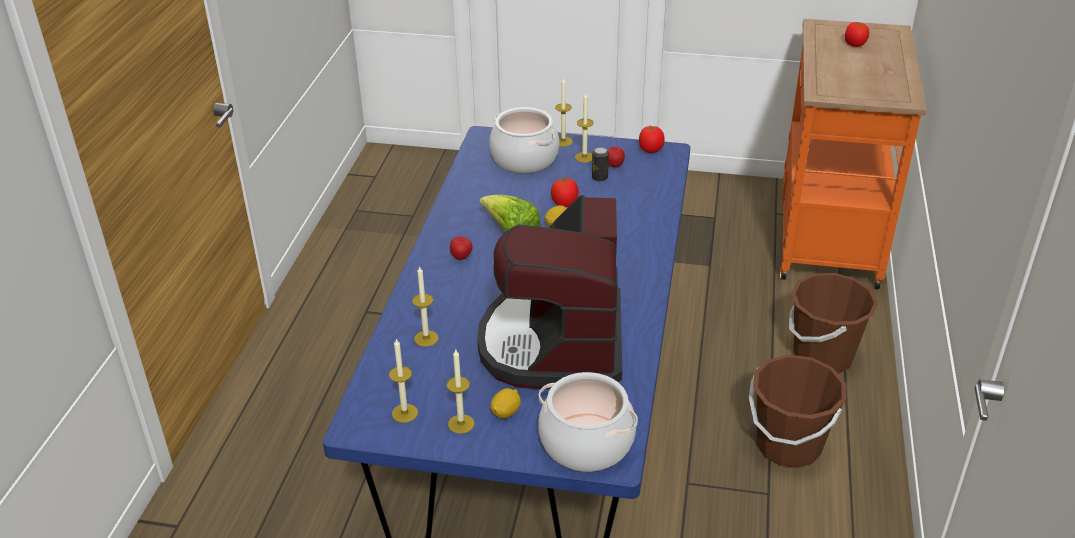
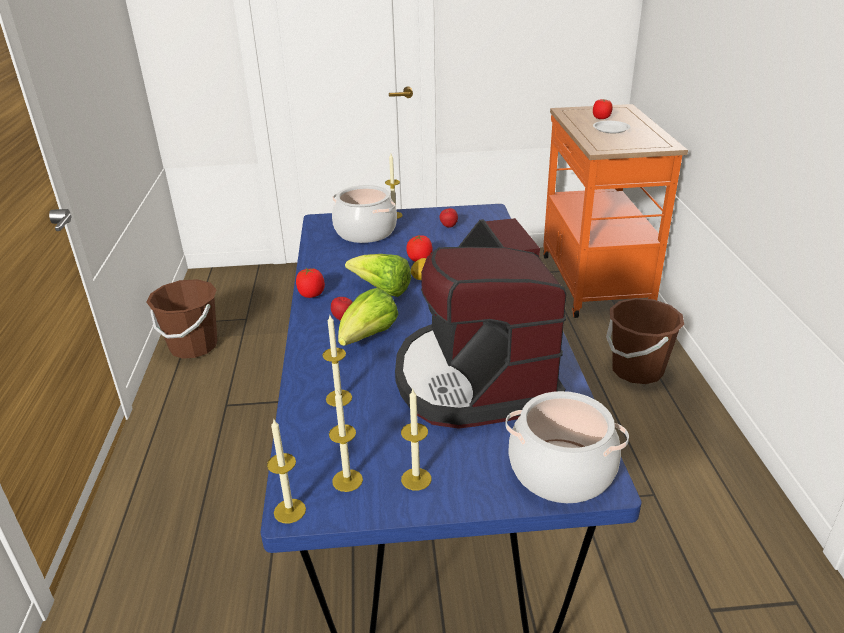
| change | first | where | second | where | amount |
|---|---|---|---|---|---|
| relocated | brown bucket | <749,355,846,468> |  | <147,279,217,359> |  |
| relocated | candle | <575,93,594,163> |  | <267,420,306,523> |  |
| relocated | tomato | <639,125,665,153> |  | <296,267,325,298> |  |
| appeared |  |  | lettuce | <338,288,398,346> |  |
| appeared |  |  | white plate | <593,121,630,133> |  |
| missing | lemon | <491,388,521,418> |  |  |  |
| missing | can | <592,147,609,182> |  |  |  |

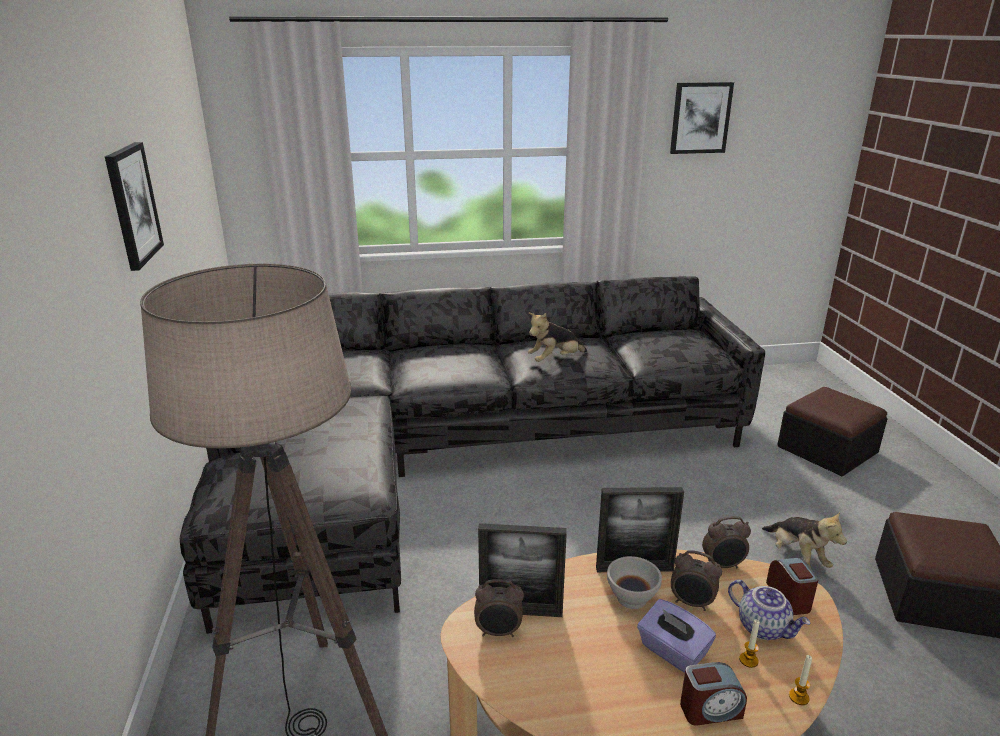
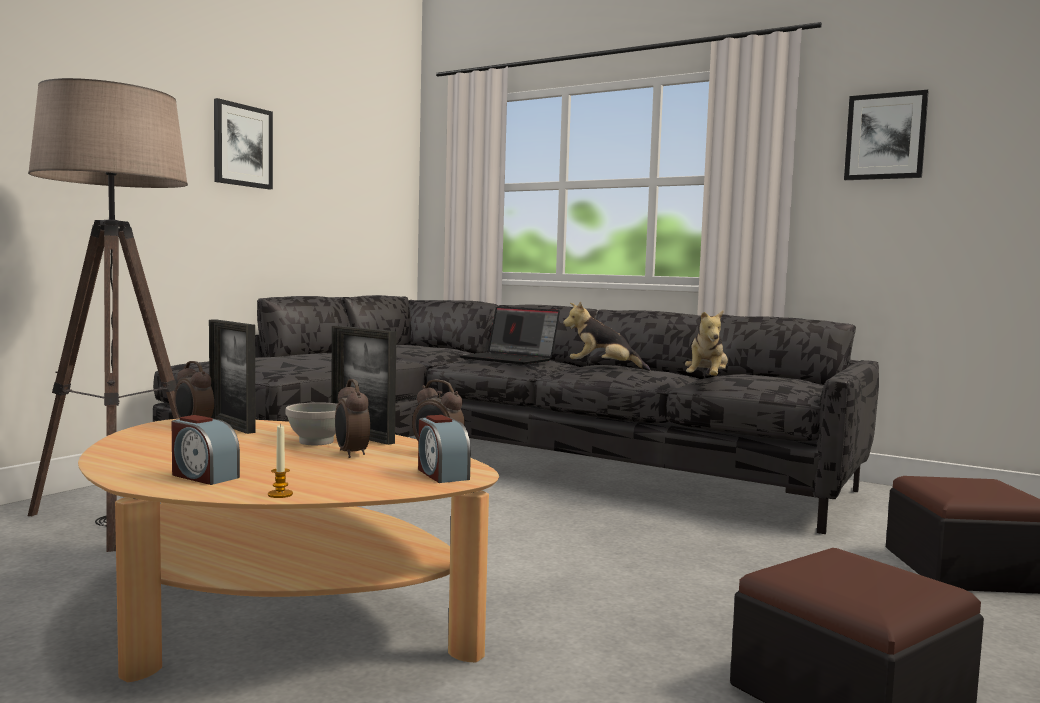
| change | first | where | second | where | amount |
|---|---|---|---|---|---|
| spun | alarm clock | <766,558,819,615> |  | <418,415,471,483> | 120 degrees clockwise |
| appeared |  |  | laptop | <459,306,560,365> |  |
| relocated | plush toy | <762,512,847,569> |  | <685,310,728,376> |  |
| missing | purple tissue box | <637,599,716,673> |  |  |  |
| missing | teapot | <728,580,810,640> |  |  |  |
| missing | candle | <739,619,760,668> |  |  |  |

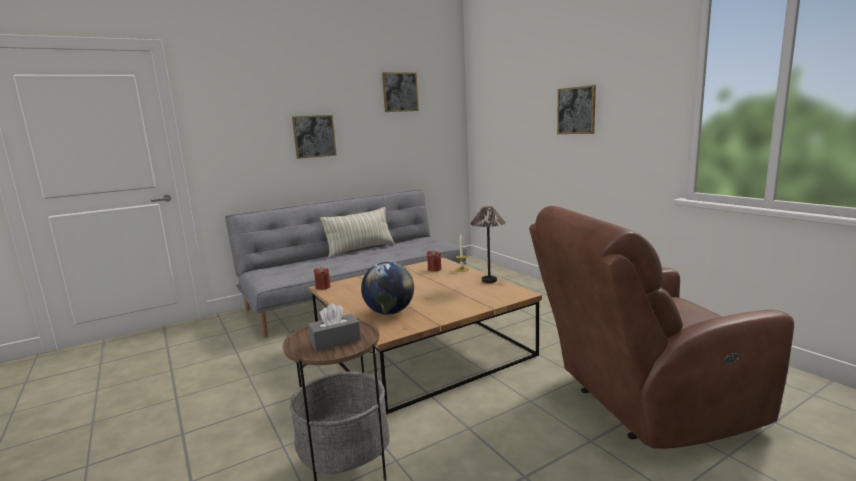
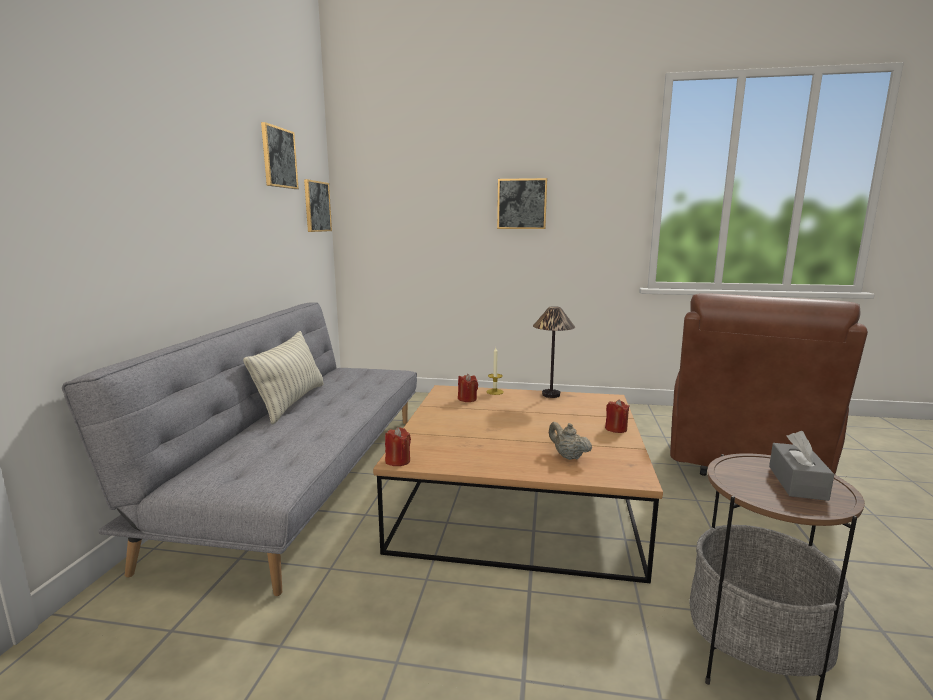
| change | first | where | second | where | amount |
|---|---|---|---|---|---|
| relocated | picture | <292,115,337,159> |  | <304,179,332,232> |  |
| exchanged | globe | <361,261,414,315> | beige teapot | <549,422,592,460> |  |
| appeared |  |  | red candle | <605,399,630,433> |  |

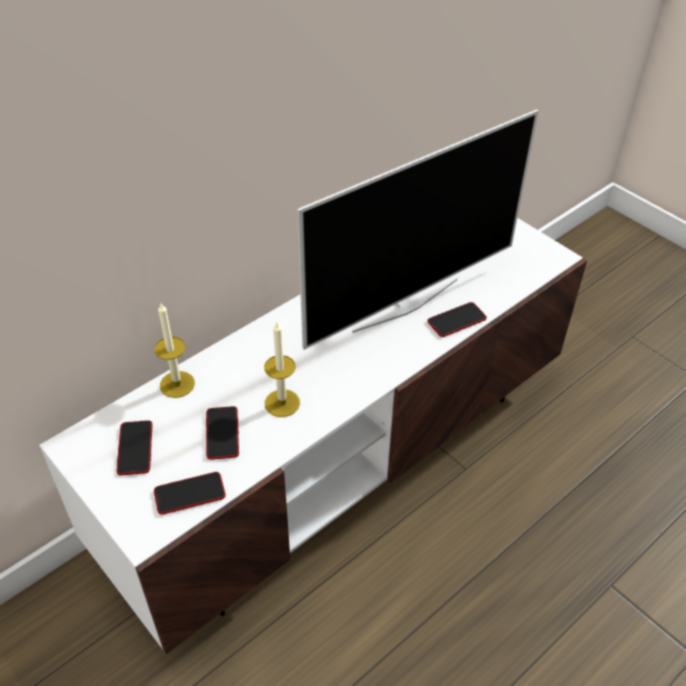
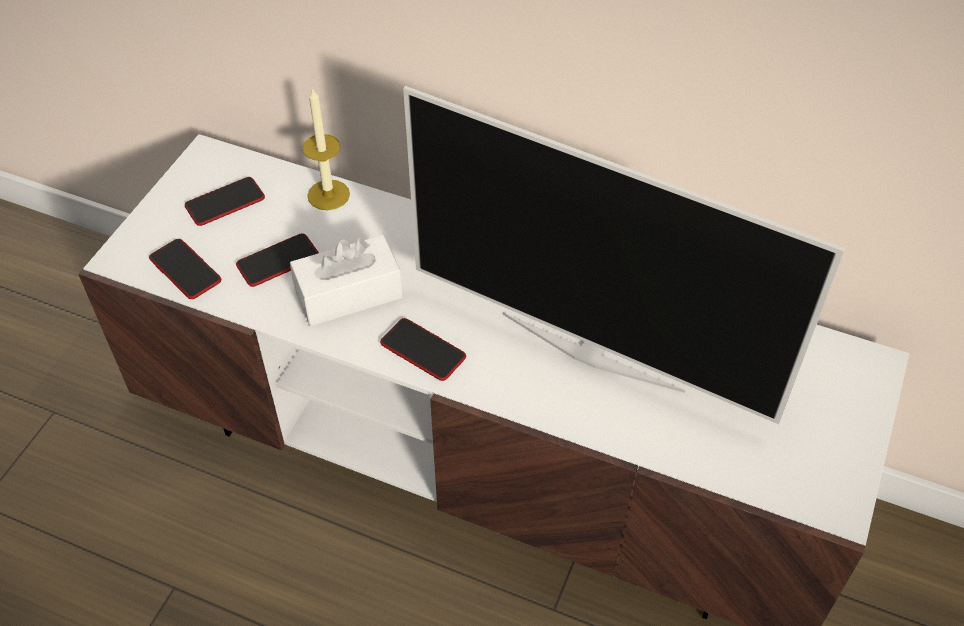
| change | first | where | second | where | amount |
|---|---|---|---|---|---|
| exchanged | candle | <264,322,300,417> | white tissue box | <290,235,403,326> |  |
| relocated | phone | <427,302,487,337> |  | <380,318,466,381> |  |

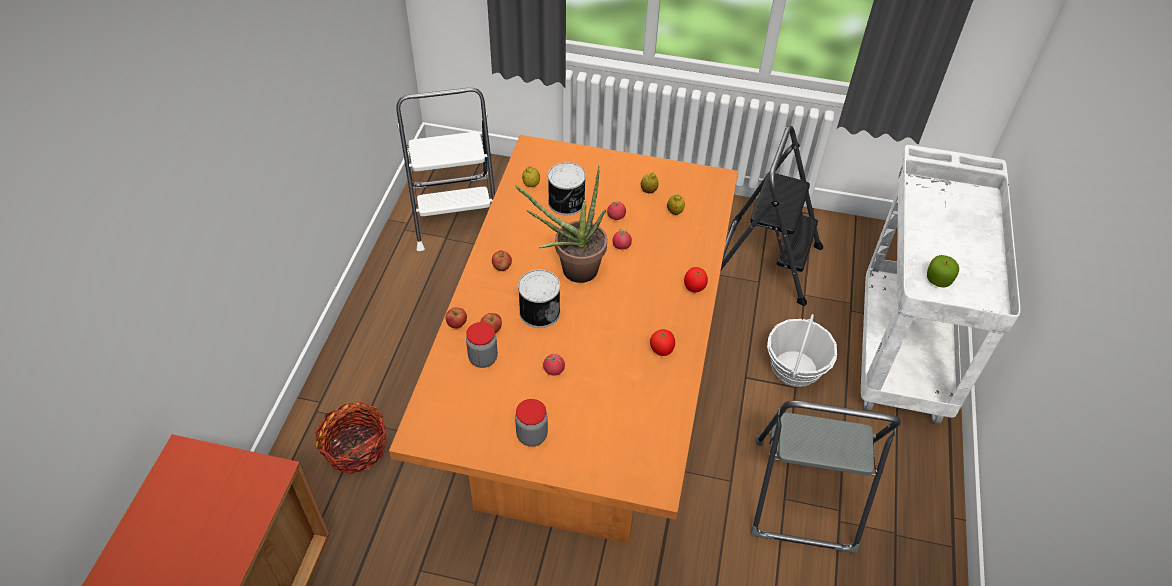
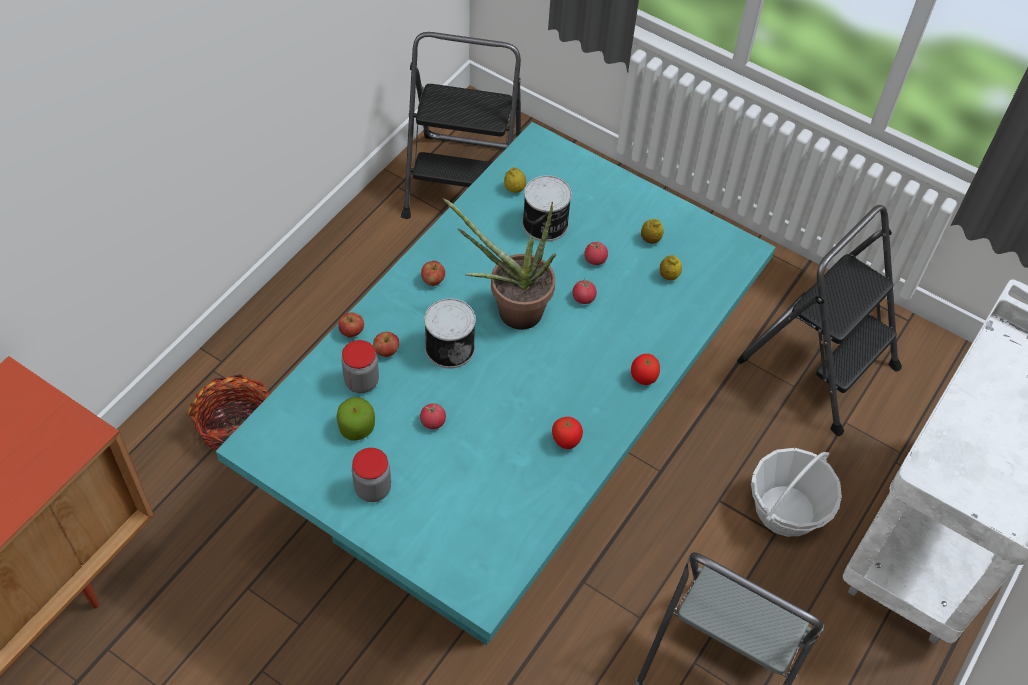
| change | first | where | second | where | amount |
|---|---|---|---|---|---|
| colour | orange dining table | <389,135,738,544> | turquoise dining table | <216,122,775,645> |  |
| relocated | apple | <927,255,959,288> |  | <337,397,375,441> |  |
| colour | white step ladder | <396,88,495,251> | black step ladder | <401,32,521,219> |  |

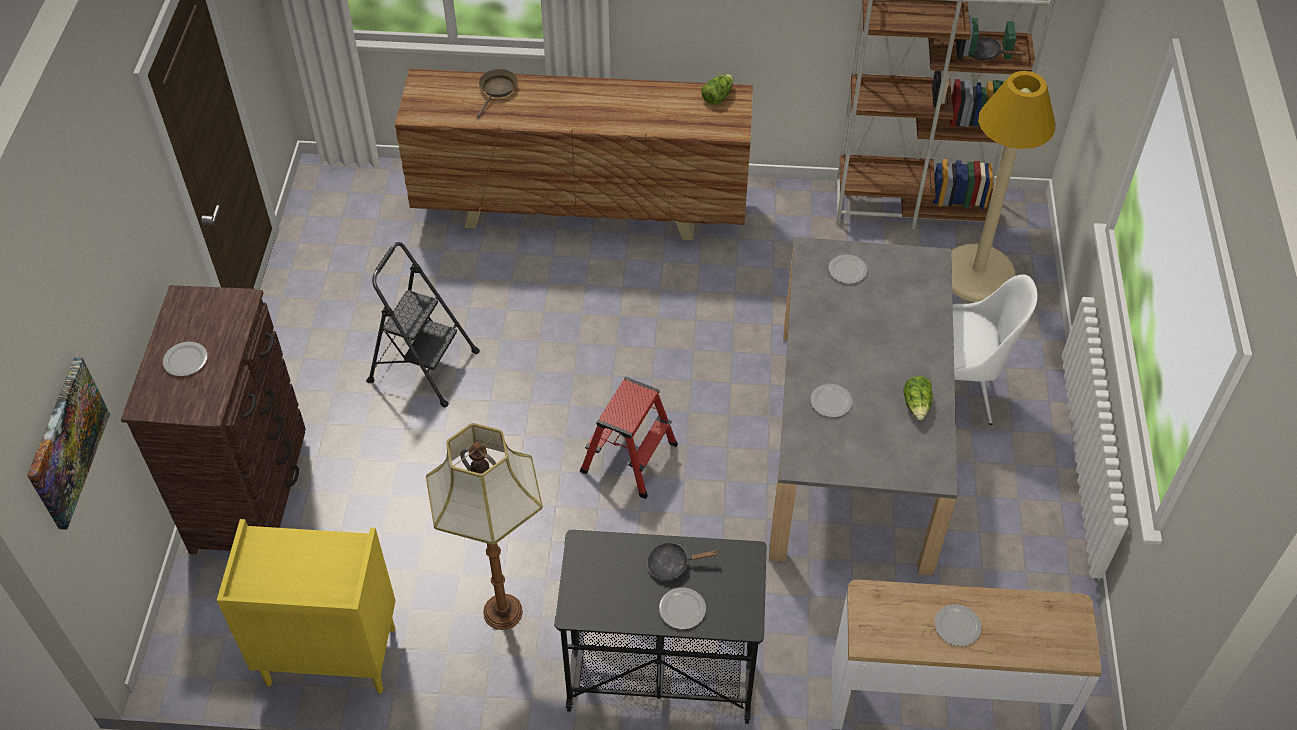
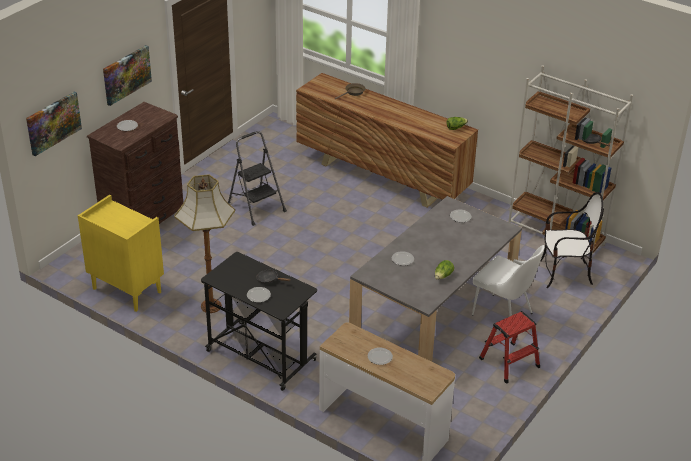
| change | first | where | second | where | amount |
|---|---|---|---|---|---|
| appeared |  |  | picture | <103,45,152,106> |  |
| relocated | red step ladder | <580,377,678,499> |  | <479,311,540,384> |  |
| exchanged | beige floor lamp | <951,71,1056,302> | chair | <540,192,604,288> |  |

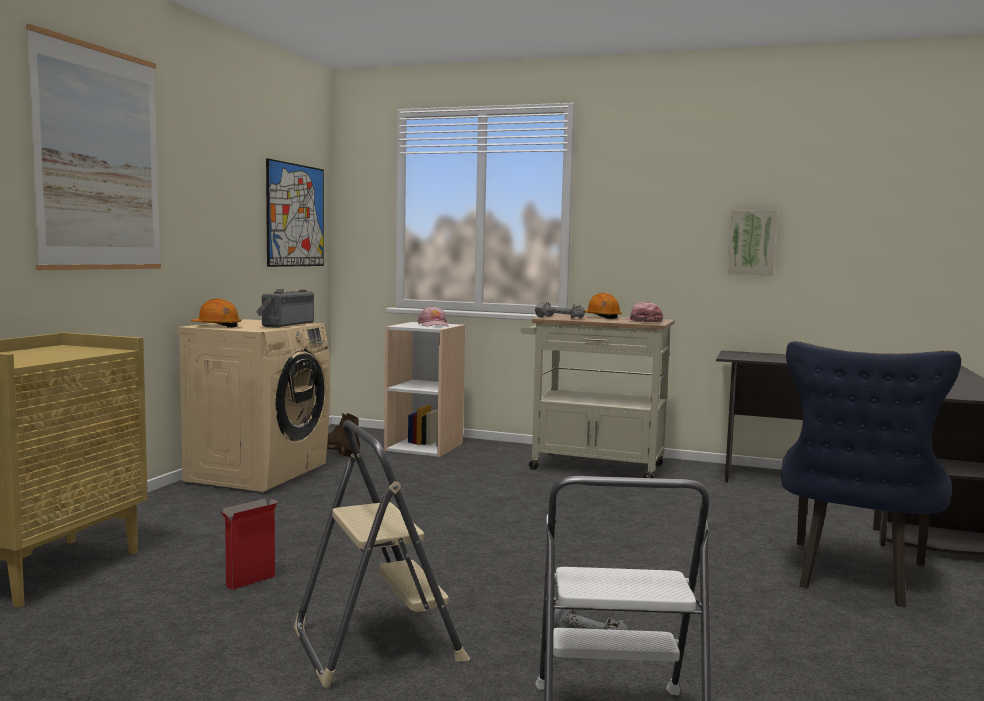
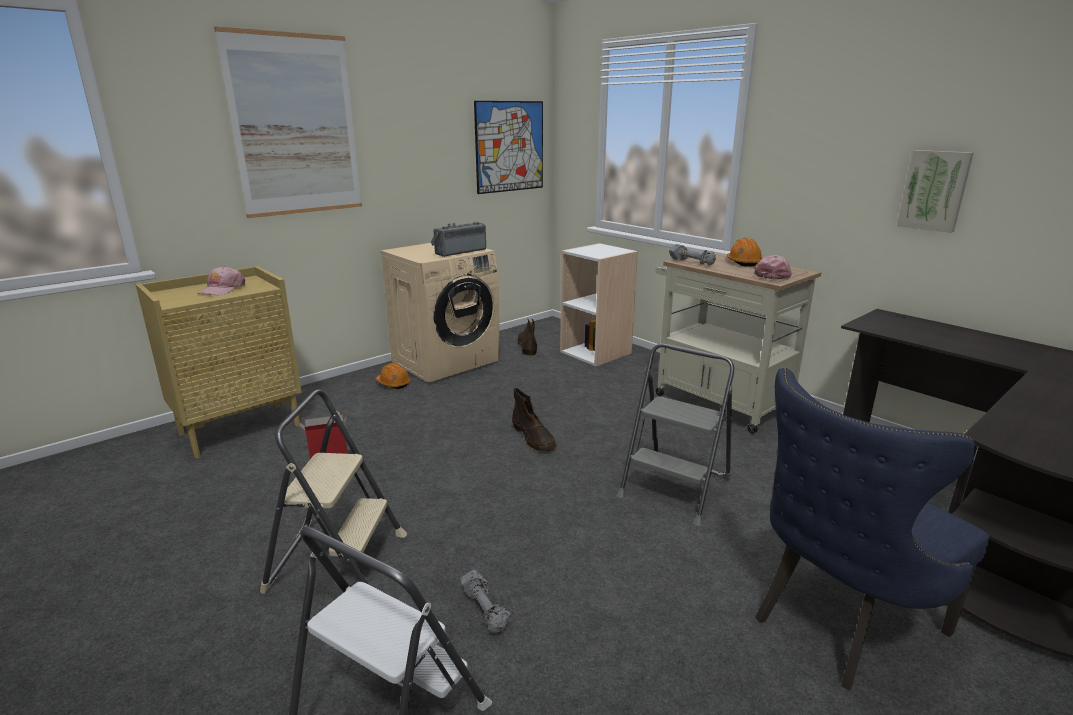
| change | first | where | second | where | amount |
|---|---|---|---|---|---|
| relocated | pink cap | <417,306,449,327> |  | <198,266,245,295> |  |
| relocated | orange hard hat | <191,299,242,328> |  | <376,363,411,389> |  |
| appeared |  |  | brown boot | <512,388,556,451> |  |
| appeared |  |  | grey step ladder | <616,344,734,526> |  |

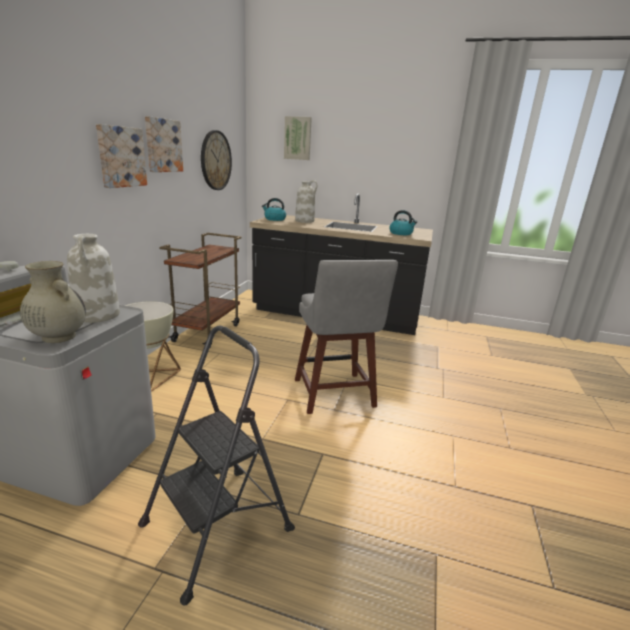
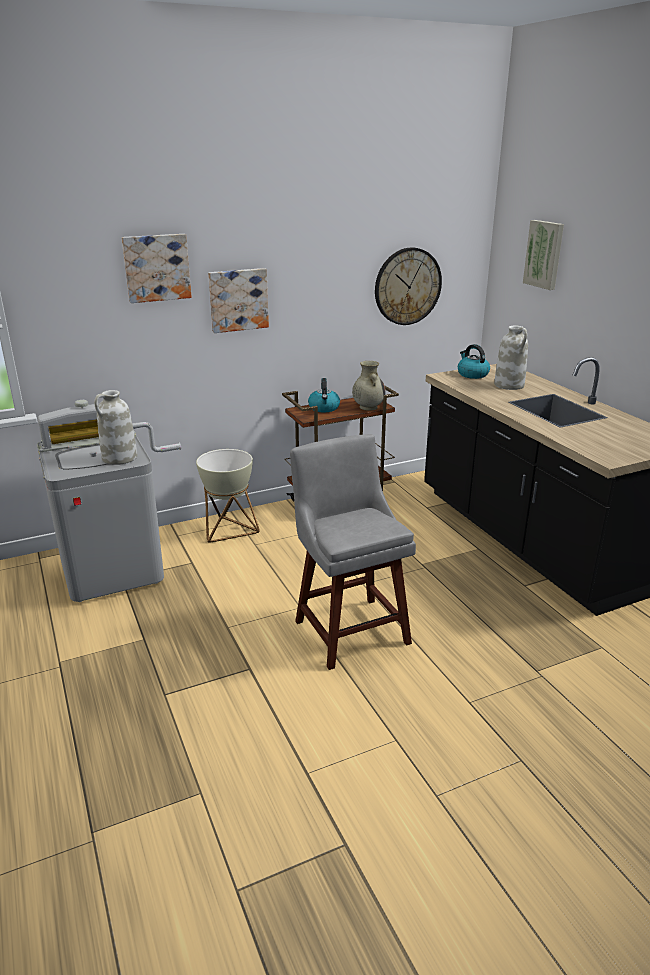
| change | first | where | second | where | amount |
|---|---|---|---|---|---|
| relocated | picture | <145,116,183,172> |  | <122,234,192,303> |  |
| spun | grey chair | <295,260,398,414> |  | <290,434,416,670> | 120 degrees clockwise |
| relocated | kettle | <389,210,417,235> |  | <308,378,340,413> |  |
| relocated | beige vase | <20,261,86,343> |  | <352,361,385,411> |  |
| missing | black step ladder | <138,326,295,606> |  |  |  |

